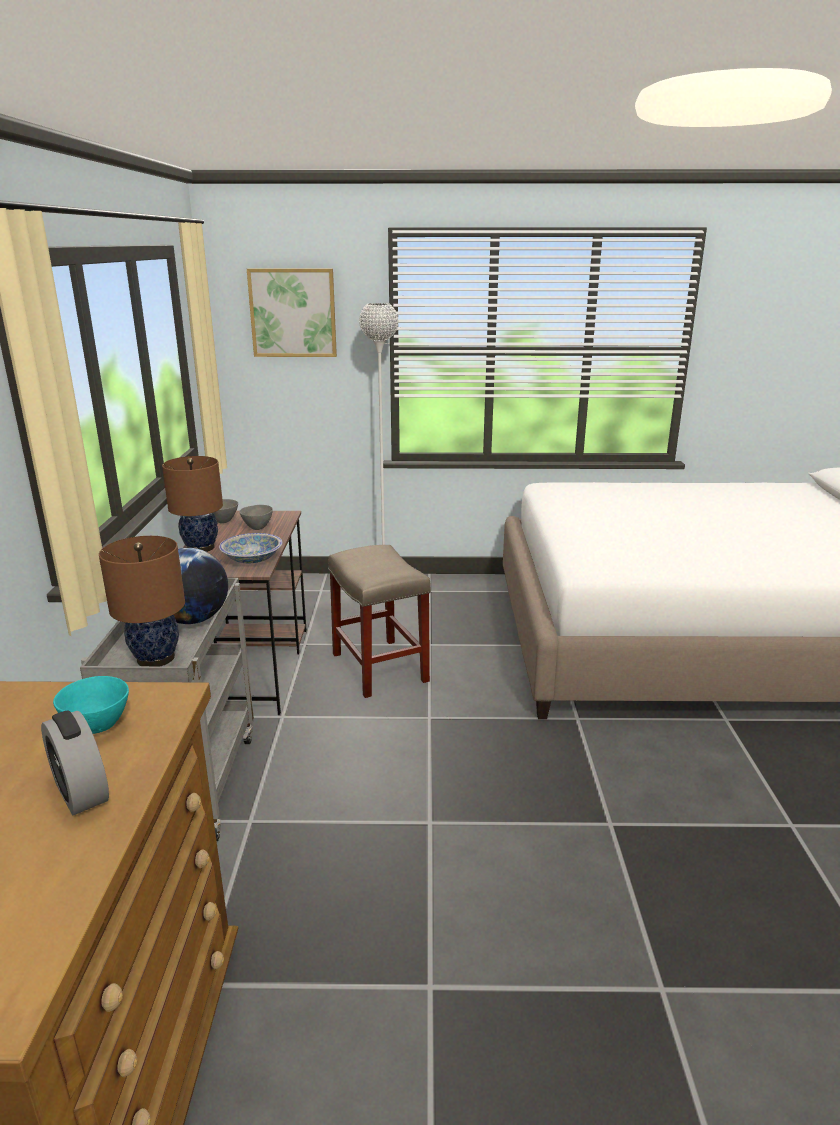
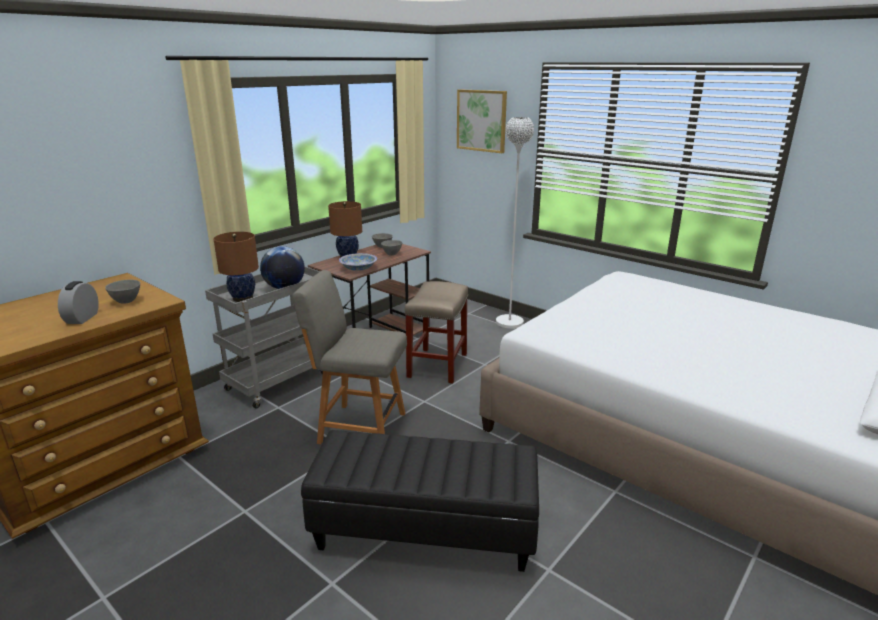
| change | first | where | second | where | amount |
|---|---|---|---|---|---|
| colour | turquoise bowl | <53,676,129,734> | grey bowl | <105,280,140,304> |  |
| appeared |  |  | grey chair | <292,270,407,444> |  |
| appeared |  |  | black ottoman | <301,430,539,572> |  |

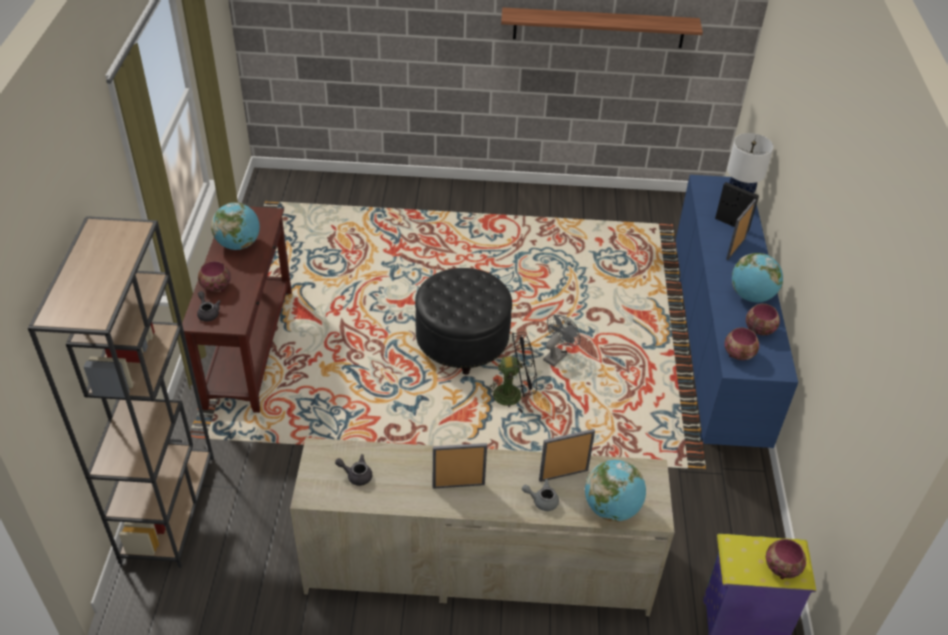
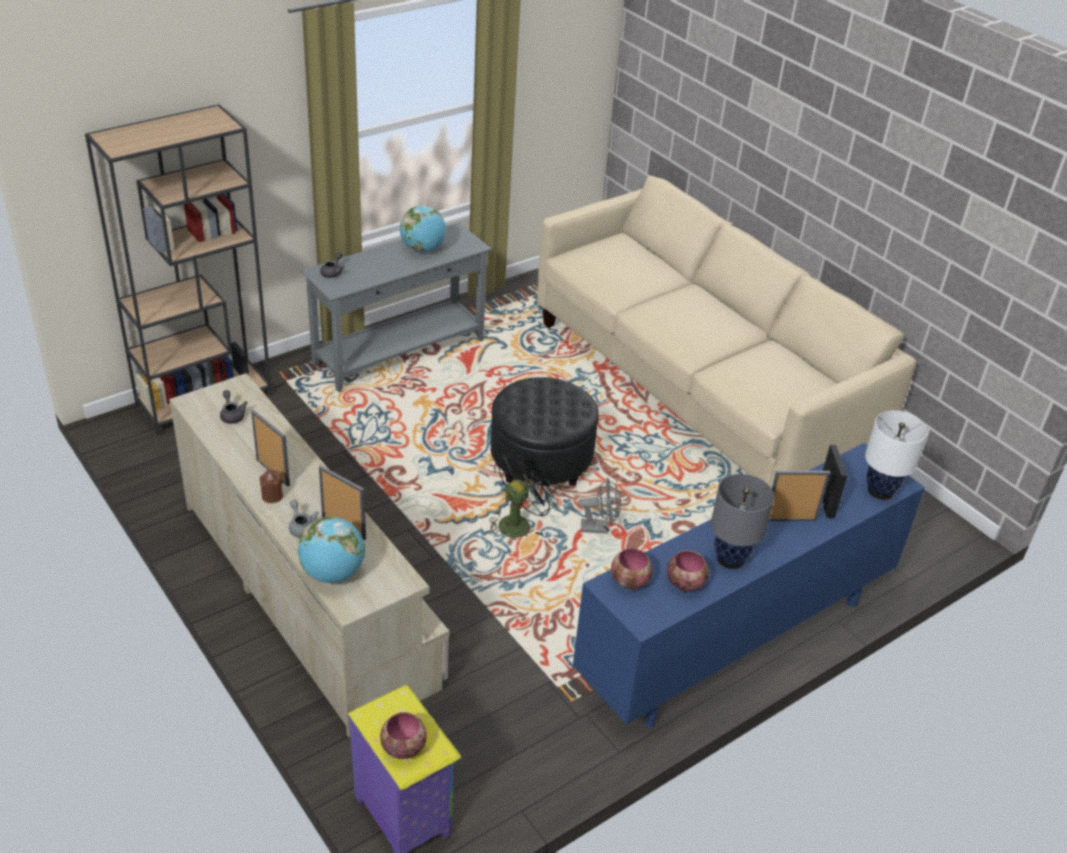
| change | first | where | second | where | amount |
|---|---|---|---|---|---|
| appeared |  |  | brown candle | <259,469,283,503> |  |
| colour | brown console table | <182,206,292,413> | grey console table | <301,223,492,392> |  |
| spun | black fan | <484,332,537,413> |  | <489,449,558,538> | 90 degrees counterclockwise |
| appeared |  |  | beige sofa | <537,176,917,489> |  |
| exchanged | globe | <732,253,783,302> | grey table lamp | <711,474,774,569> |  |
| missing | bowl | <198,261,231,292> |  |  |  |
| missing | shelf | <501,7,703,48> |  |  |  |

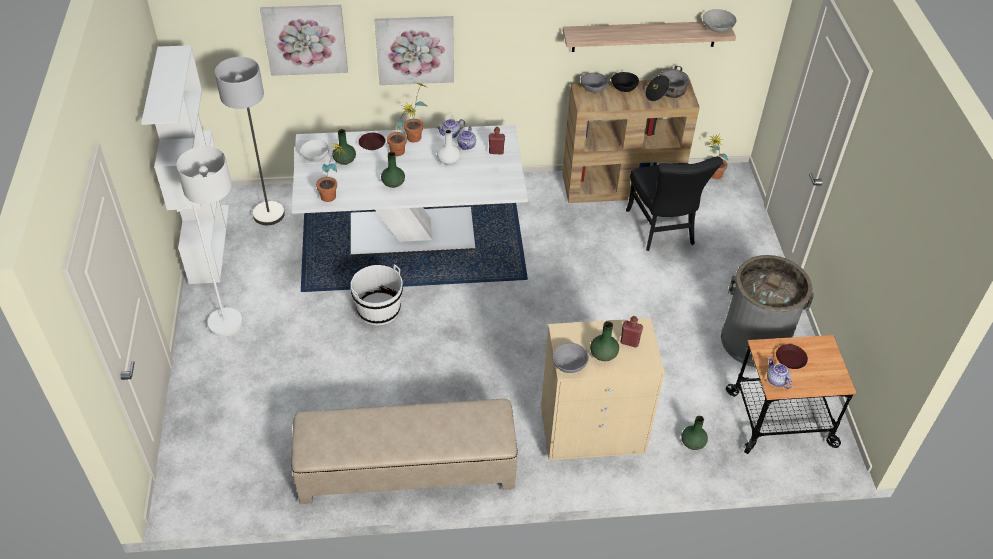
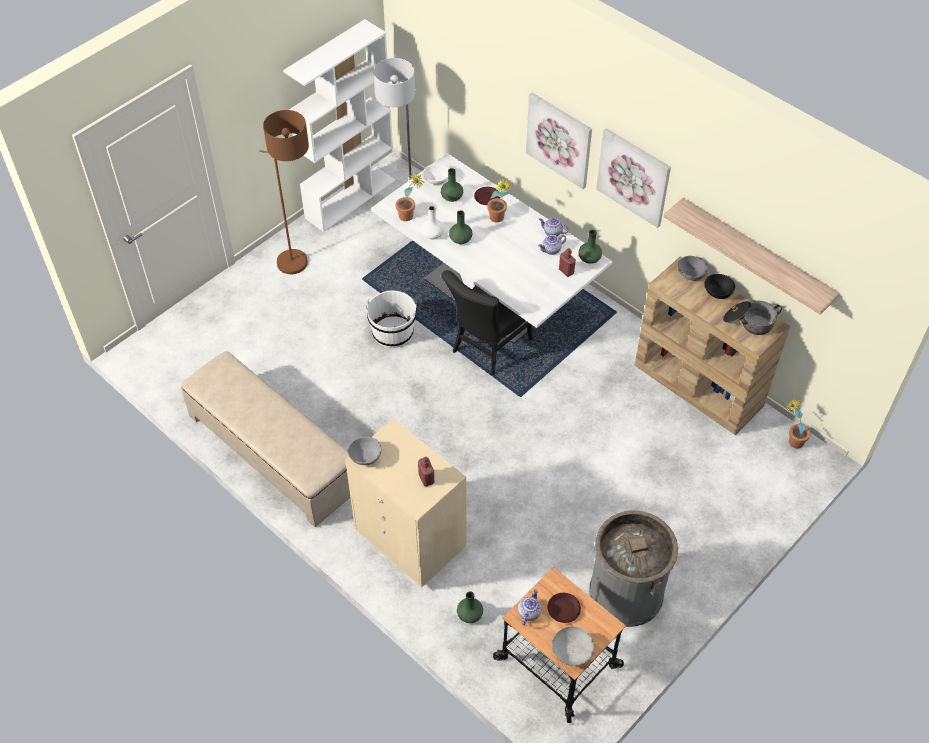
| change | first | where | second | where | amount |
|---|---|---|---|---|---|
| colour | white floor lamp | <176,146,243,337> | brown floor lamp | <259,110,309,275> |  |
| relocated | white vase | <437,129,460,165> |  | <421,206,444,239> |  |
| relocated | black chair | <626,156,723,251> |  | <441,270,533,375> |  |
| relocated | grey bowl | <703,9,737,32> |  | <552,627,594,666> |  |
| relocated | green vase | <590,321,619,361> |  | <578,230,602,264> |  |
| relocated | picture | <260,5,348,76> |  | <596,128,671,228> |  |
| missing | potted plant | <404,82,428,143> |  |  |  |

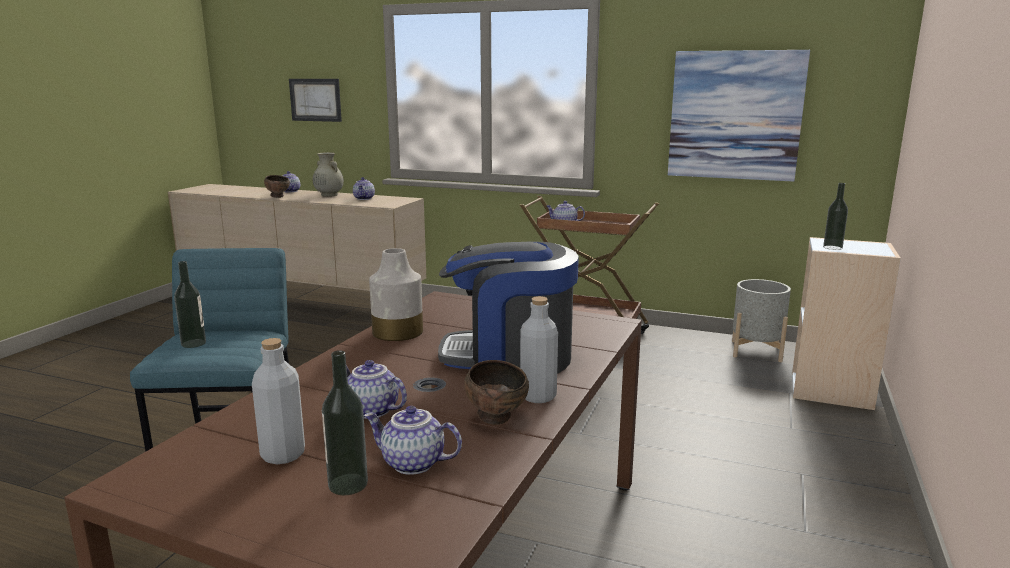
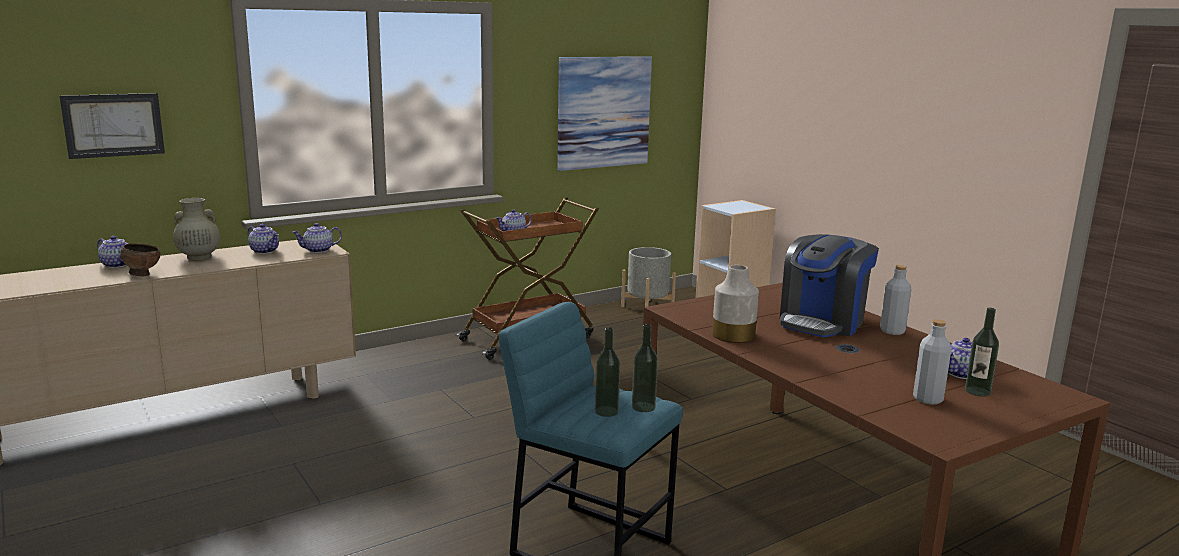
| change | first | where | second | where | amount |
|---|---|---|---|---|---|
| relocated | teapot | <346,360,407,419> |  | <292,223,342,253> |  |
| relocated | bottle | <823,183,848,250> |  | <632,324,658,412> |  |
| missing | brown bowl | <464,360,529,425> |  |  |  |

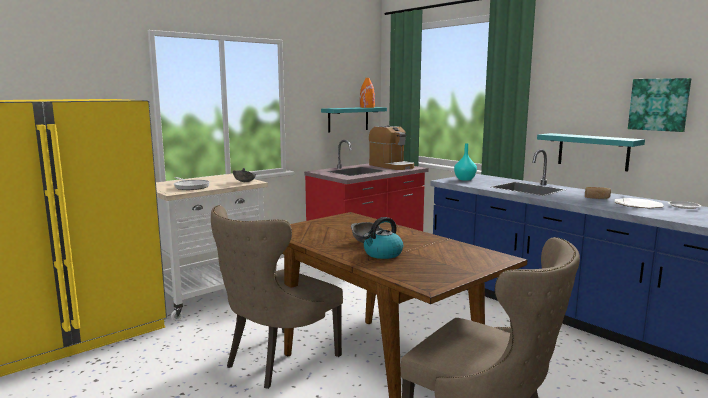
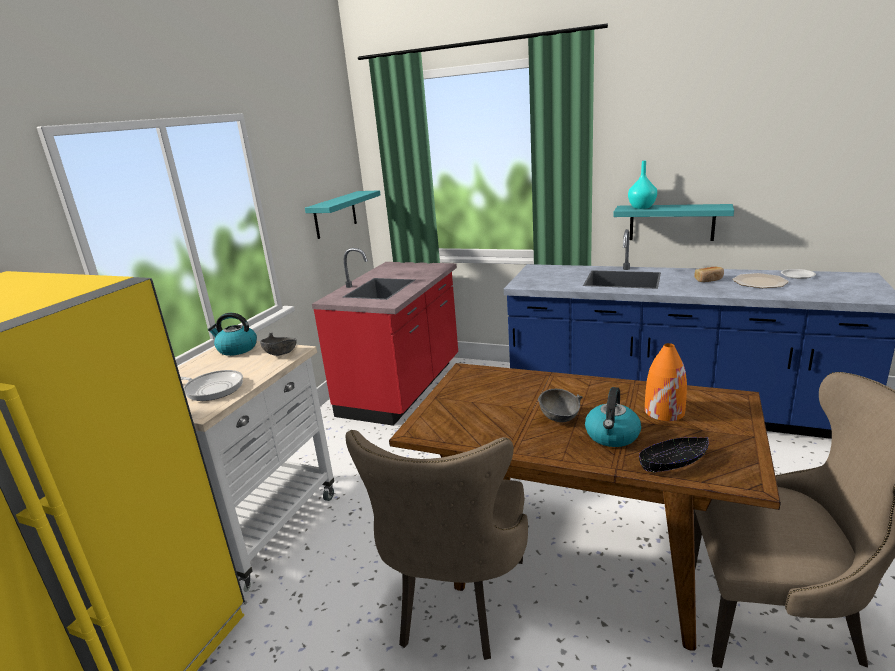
| change | first | where | second | where | amount |
|---|---|---|---|---|---|
| appeared |  |  | kettle | <208,313,257,356> |  |
| relocated | turquoise vase | <454,143,477,181> |  | <628,161,657,209> |  |
| appeared |  |  | black bowl | <639,437,709,472> |  |
| relocated | orange vase | <360,78,375,108> |  | <645,343,687,421> |  |
| missing | coffee machine | <369,125,414,170> |  |  |  |
| missing | picture | <628,78,691,132> |  |  |  |

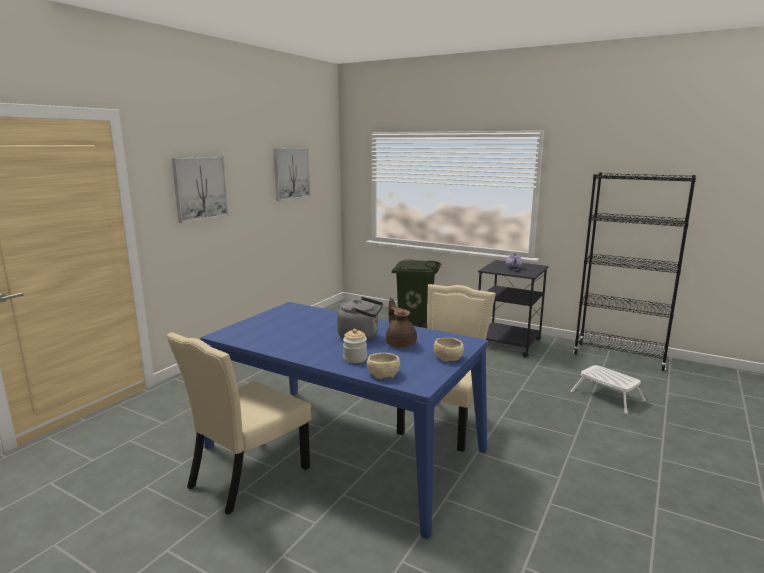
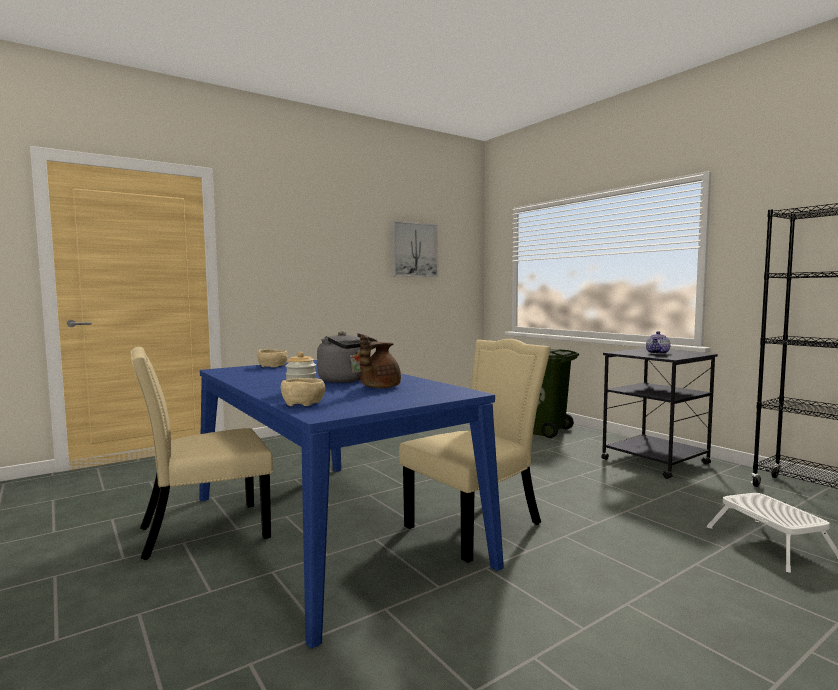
| change | first | where | second | where | amount |
|---|---|---|---|---|---|
| relocated | beige bowl | <434,338,464,362> |  | <257,349,288,367> |  |
| spun | brown teapot | <386,298,417,348> |  | <360,335,401,388> | 150 degrees counterclockwise |
| missing | picture | <172,157,229,223> |  |  |  |

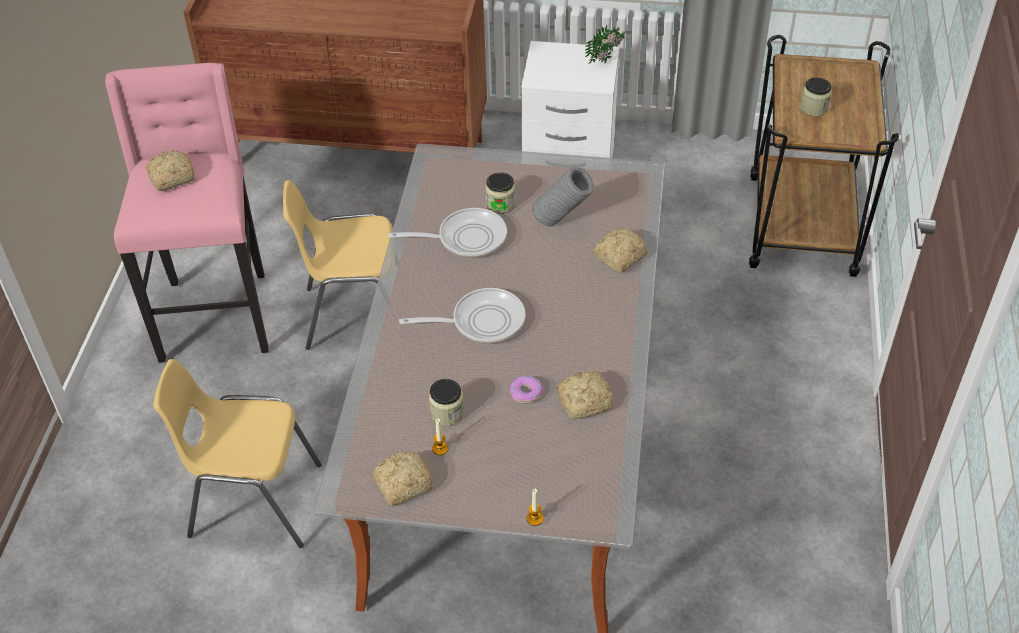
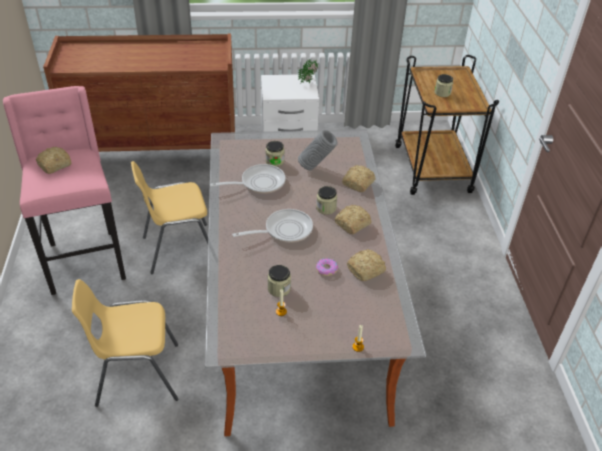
| change | first | where | second | where | amount |
|---|---|---|---|---|---|
| appeared |  |  | jar | <316,186,337,215> |  |
| relocated | bread | <373,451,433,506> |  | <335,205,372,234> |  |

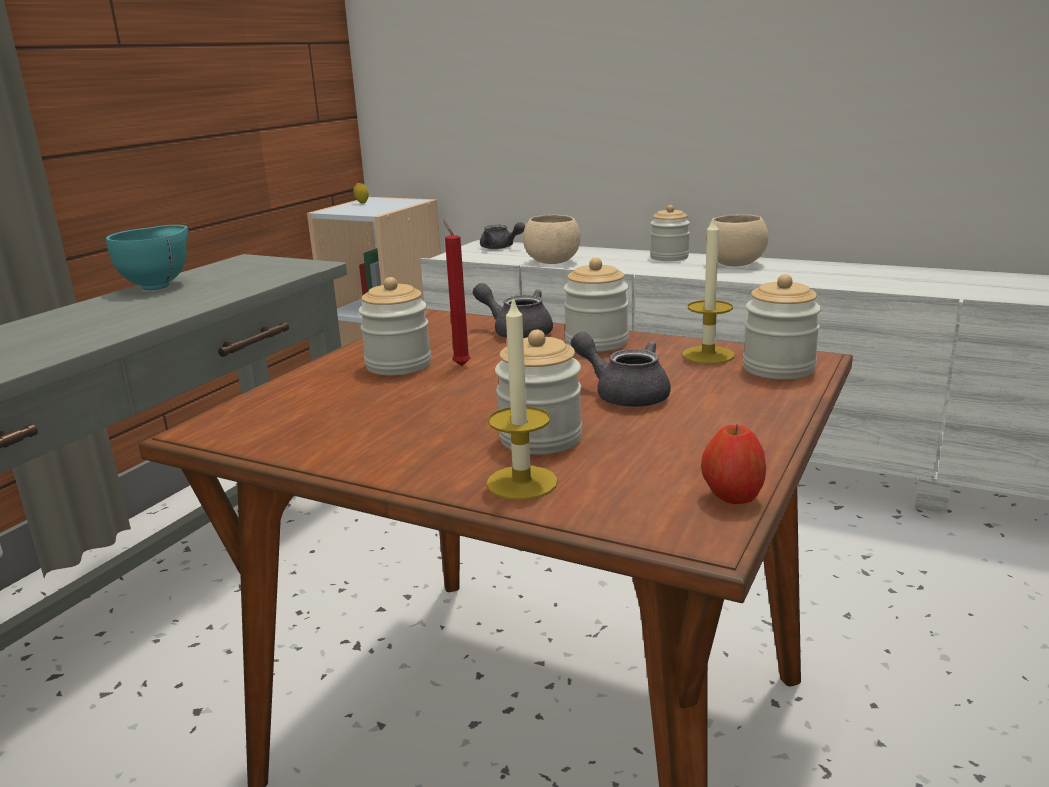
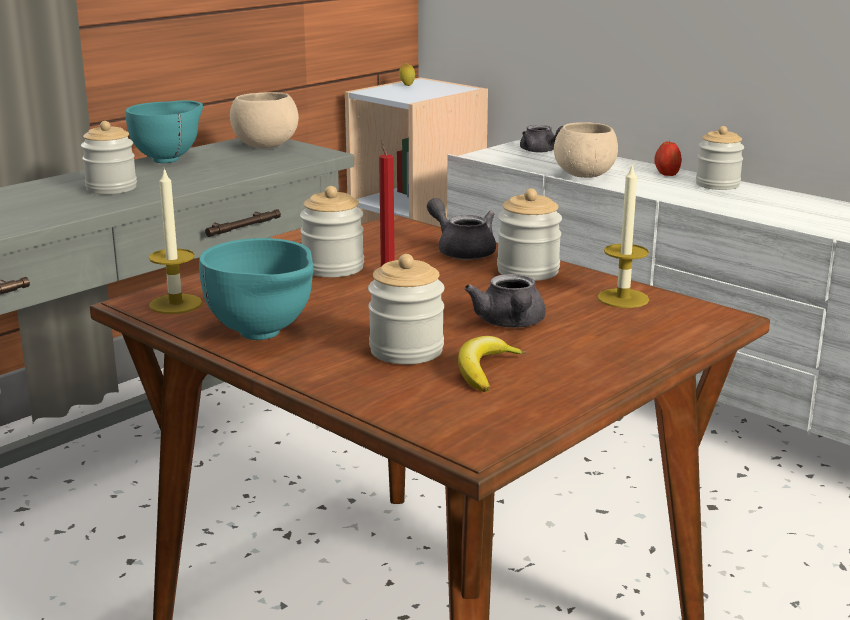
| change | first | where | second | where | amount |
|---|---|---|---|---|---|
| relocated | jar | <743,274,821,380> |  | <81,121,137,194> |  |
| relocated | candle | <486,296,558,500> |  | <149,168,202,314> |  |
| appeared |  |  | turquoise bowl | <199,238,313,340> |  |
| relocated | beige bowl | <706,214,768,266> |  | <230,92,299,148> |  |
| appeared |  |  | banana | <458,336,526,392> |  |
| spun | grey teapot | <571,332,671,407> |  | <465,274,546,328> | 150 degrees counterclockwise |
| relocated | apple | <701,425,766,504> |  | <654,141,682,176> |  |

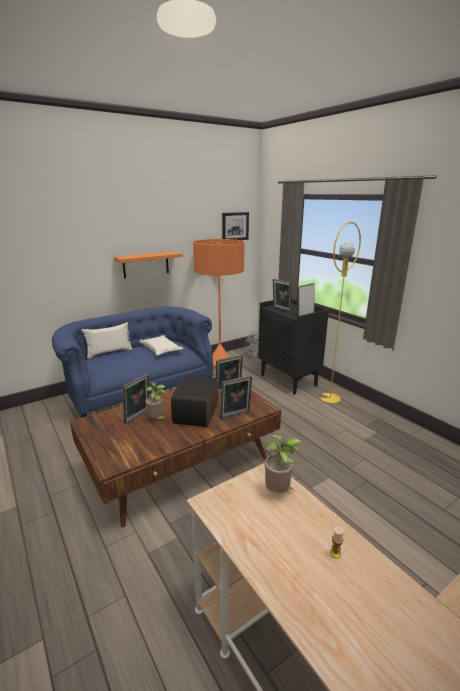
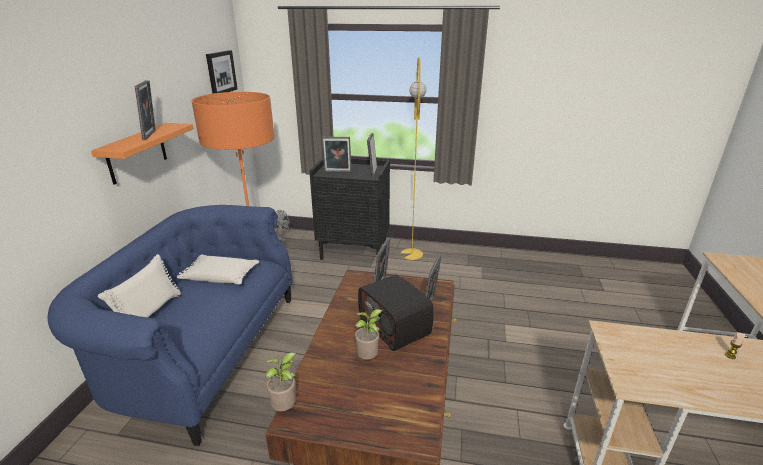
| change | first | where | second | where | amount |
|---|---|---|---|---|---|
| relocated | picture frame | <122,374,149,424> |  | <135,80,156,140> |  |
| relocated | potted plant | <264,435,302,493> |  | <265,352,296,411> |  |

